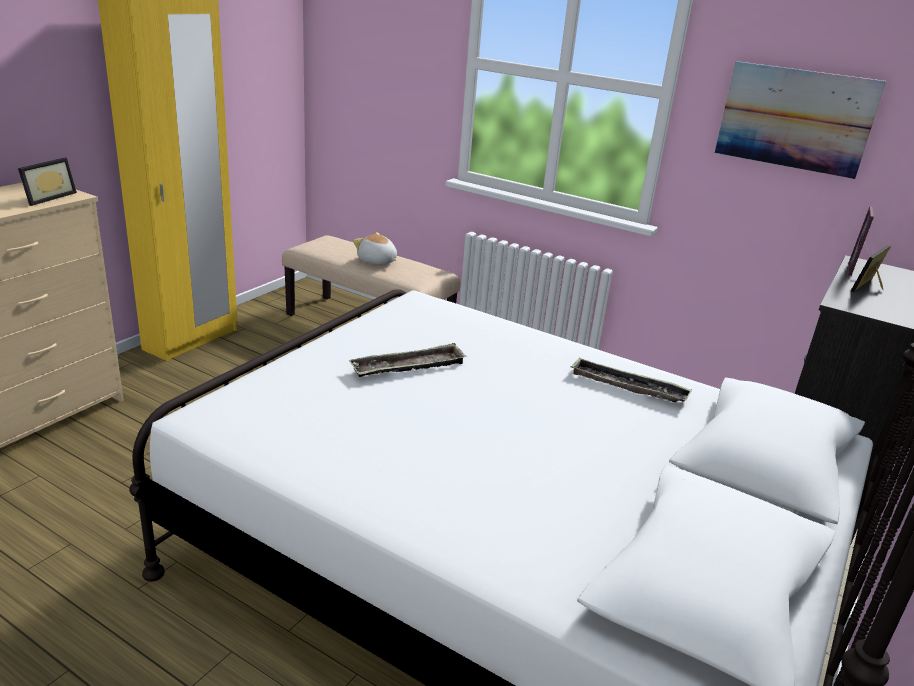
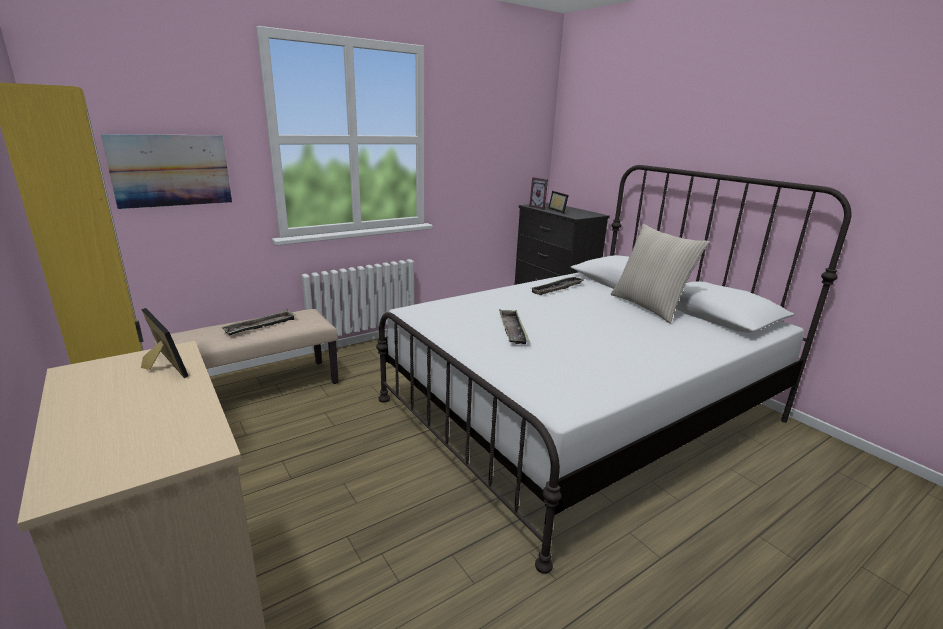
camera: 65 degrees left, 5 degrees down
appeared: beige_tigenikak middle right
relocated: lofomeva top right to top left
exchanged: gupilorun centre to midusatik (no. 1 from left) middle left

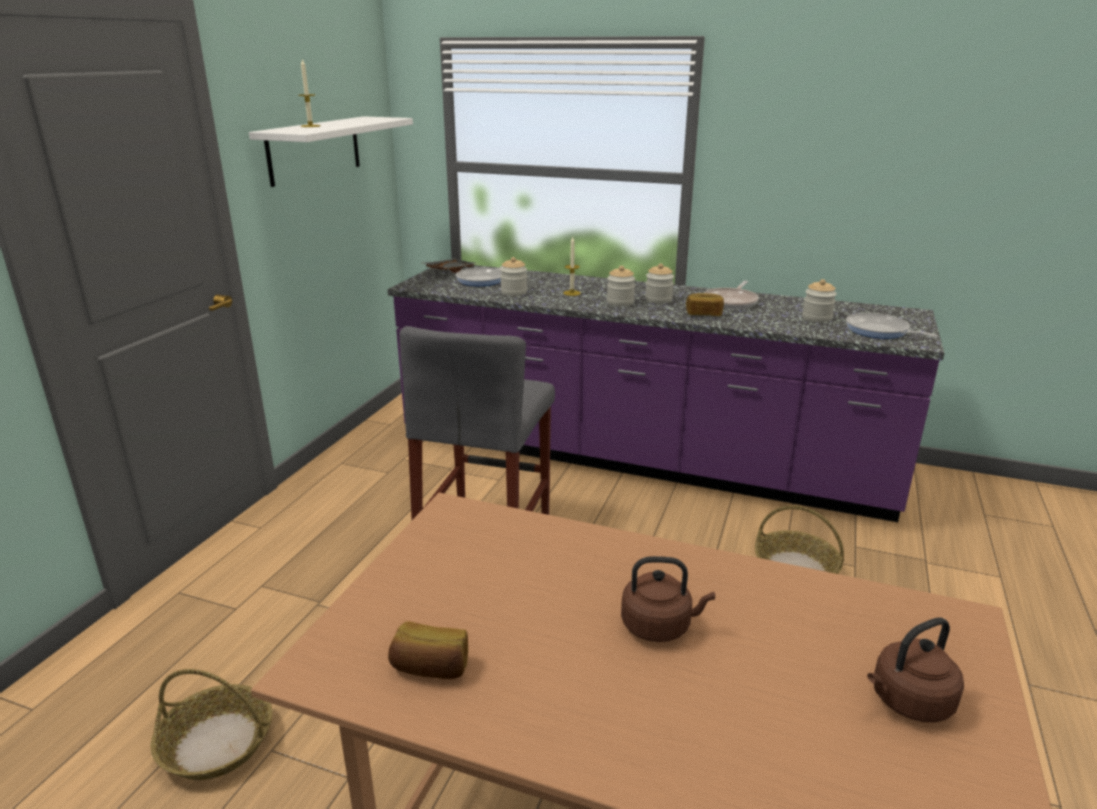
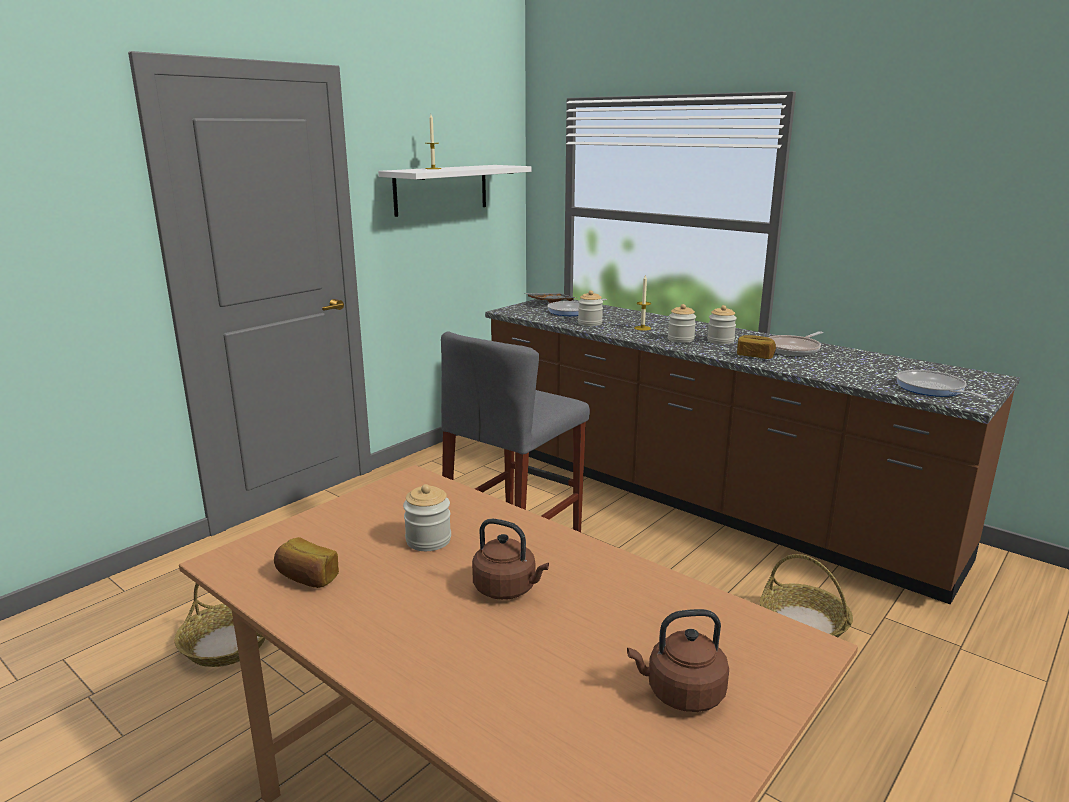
camera: 20 degrees right, 5 degrees down
relocated: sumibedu (no. 4 from left in the first image) middle right to sumibedu (no. 1 from left) centre
colour: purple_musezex centre to brown_musezex middle right

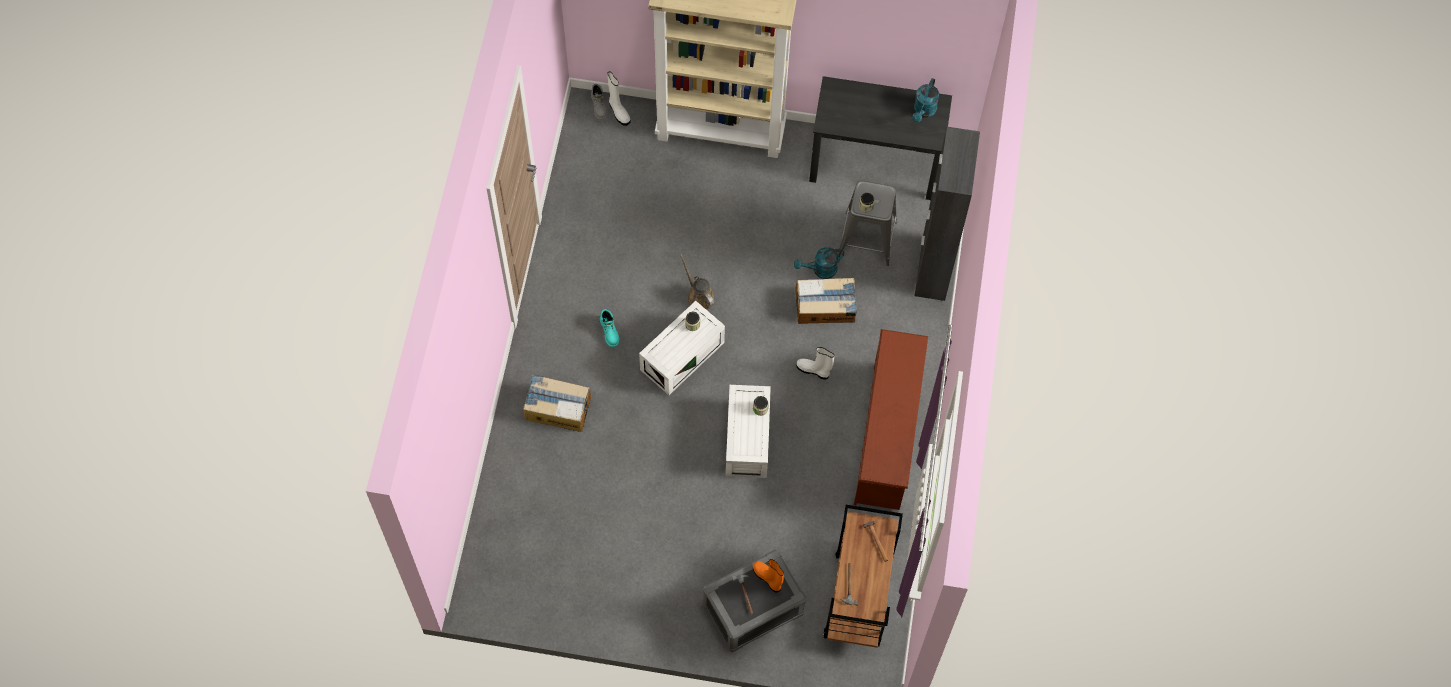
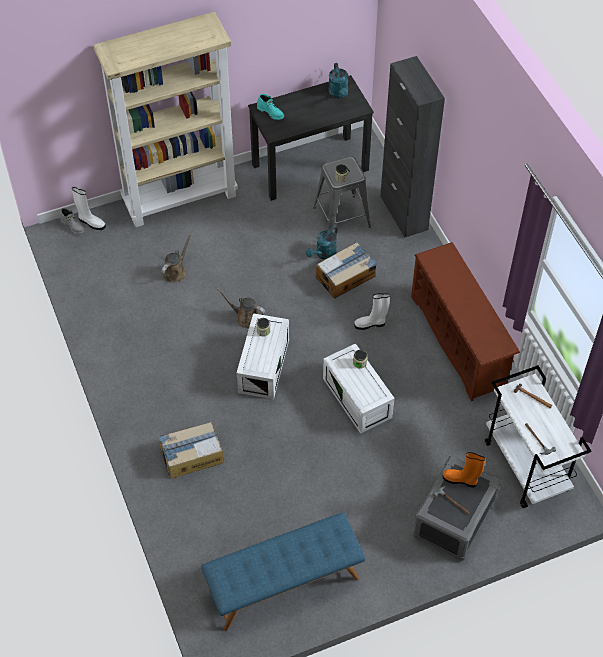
camera: 30 degrees left, 10 degrees down
appeared: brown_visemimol (no. 1 from left) middle left; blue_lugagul bottom centre
relocated: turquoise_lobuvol centre to top centre
colour: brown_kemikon bottom centre to white_kemikon middle right

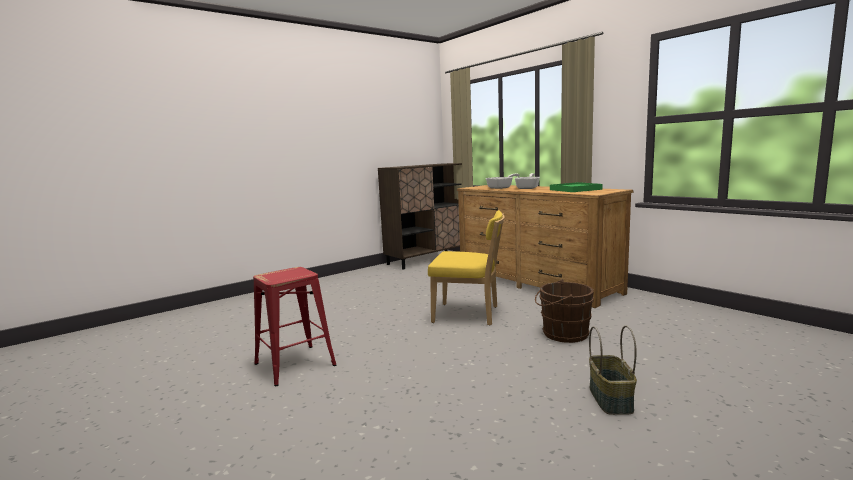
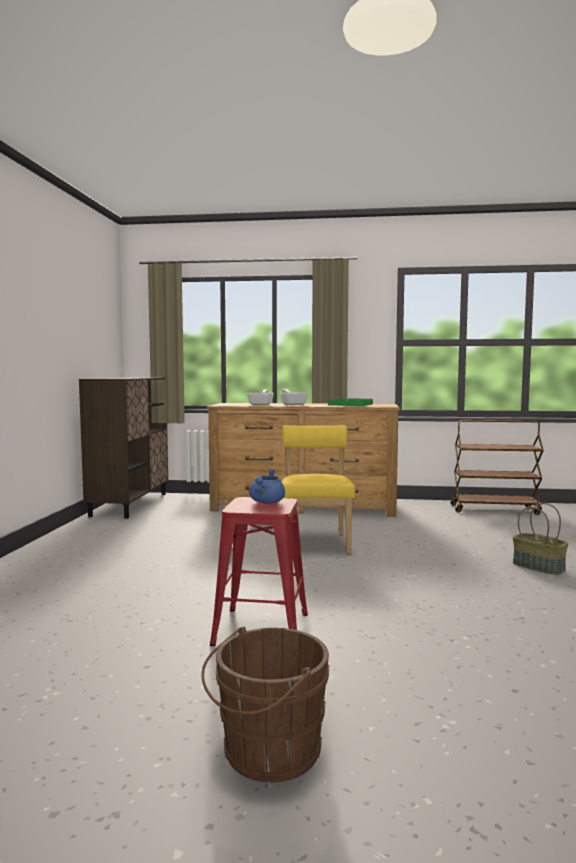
camera: 45 degrees left, 5 degrees down
appeared: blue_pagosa centre; brown_kemikon middle right
relocated: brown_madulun centre to bottom centre
spun: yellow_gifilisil centre = centre 60 degrees counterclockwise

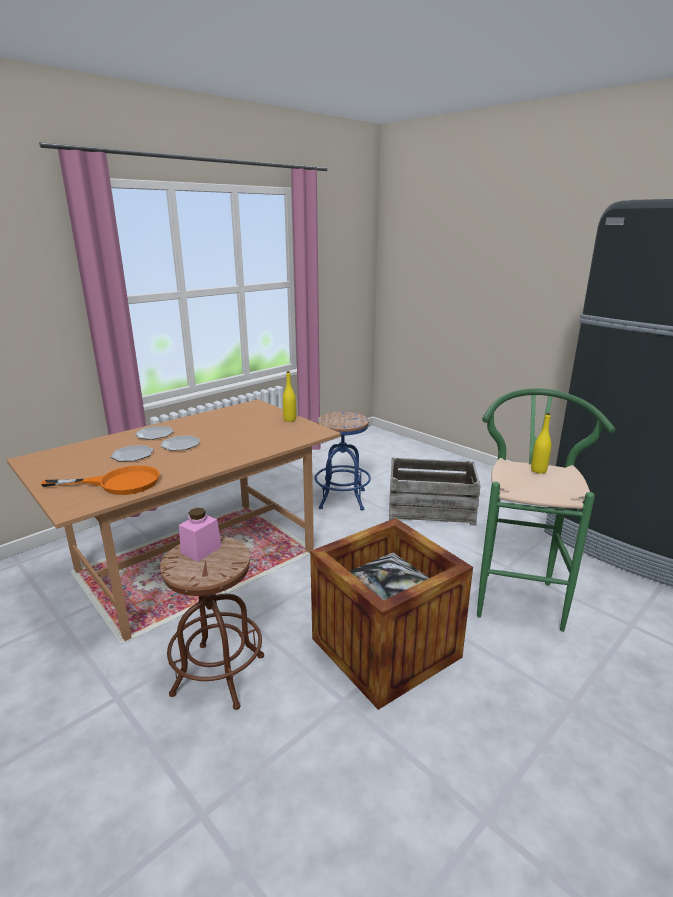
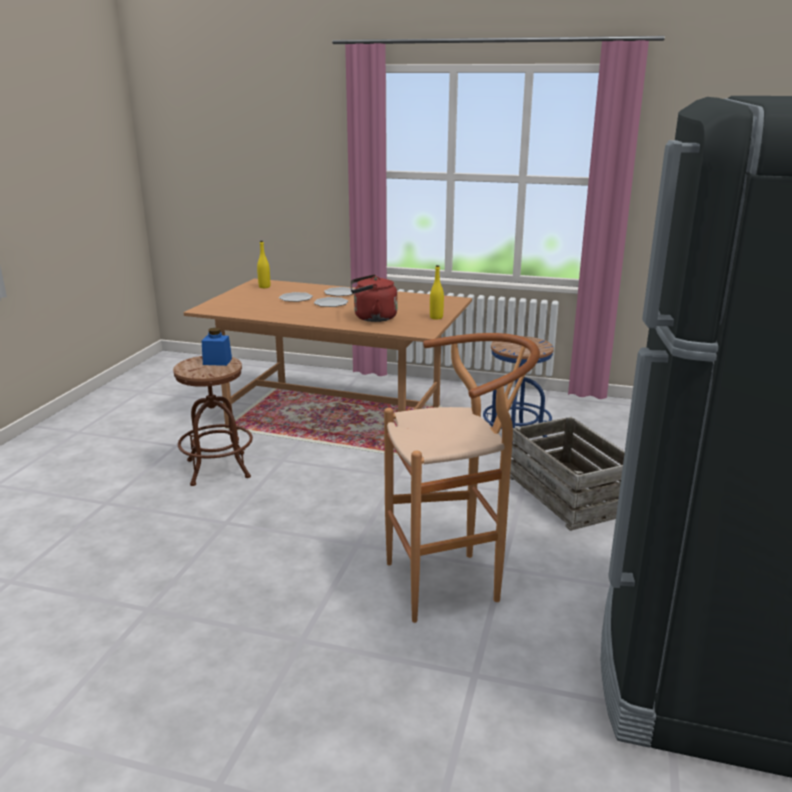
camera: 60 degrees right, 0 degrees up
missing: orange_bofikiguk middle left; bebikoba (no. 1 from left) bottom centre
appeared: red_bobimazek centre
relocated: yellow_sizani (no. 2 from left in the first image) middle right to yellow_sizani (no. 1 from left) middle left
colour: pink_sumibedu middle left to blue_sumibedu middle left; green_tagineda middle right to brown_tagineda (no. 2 from left) centre

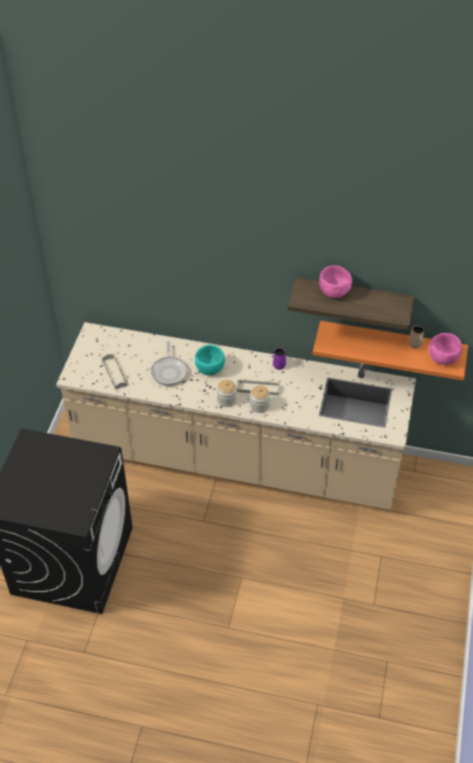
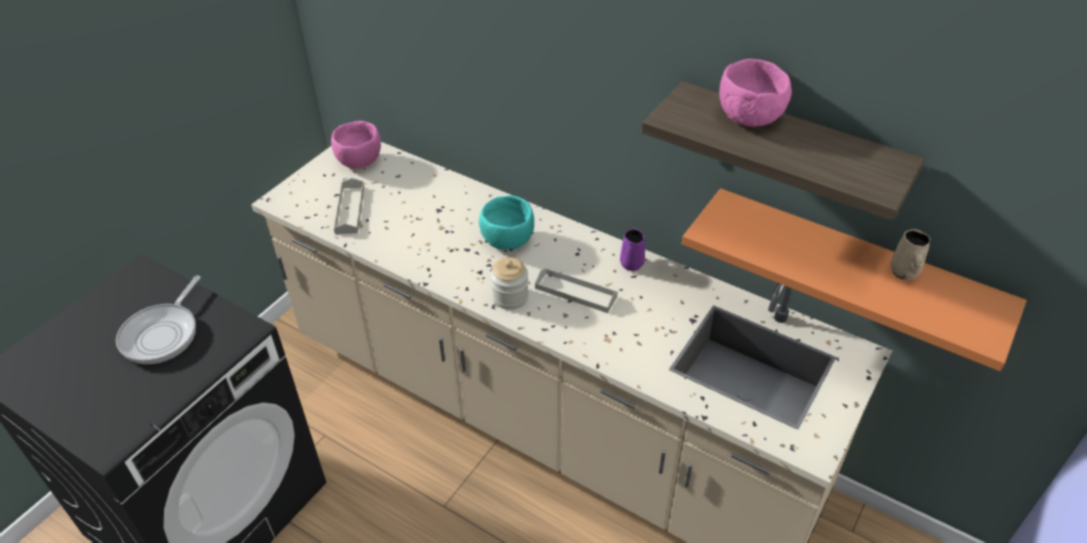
camera: 20 degrees right, 5 degrees down
missing: sumibedu (no. 2 from left) centre
relocated: bofikiguk centre to middle left; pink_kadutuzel (no. 2 from left in the first image) middle right to pink_kadutuzel (no. 1 from left) top left

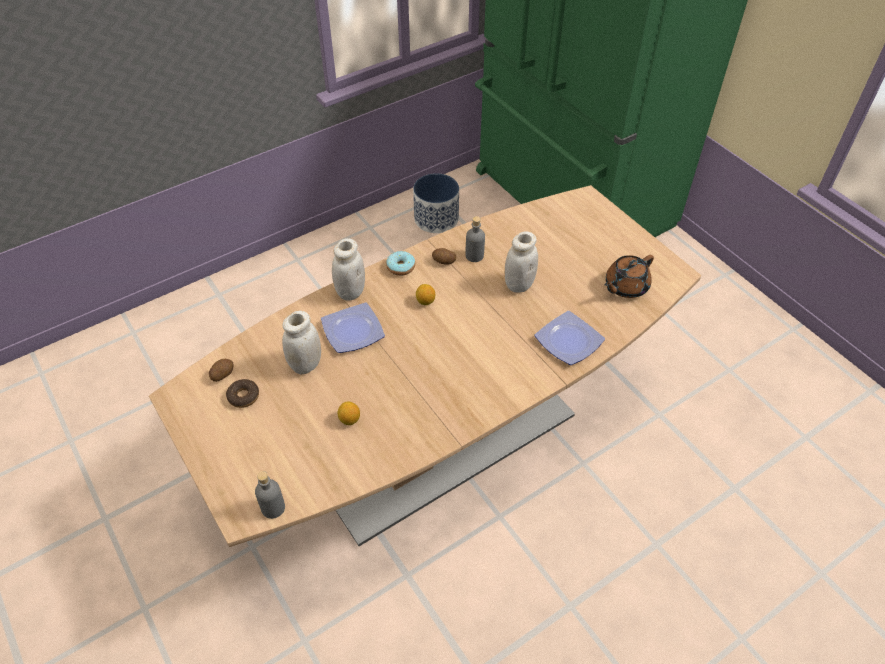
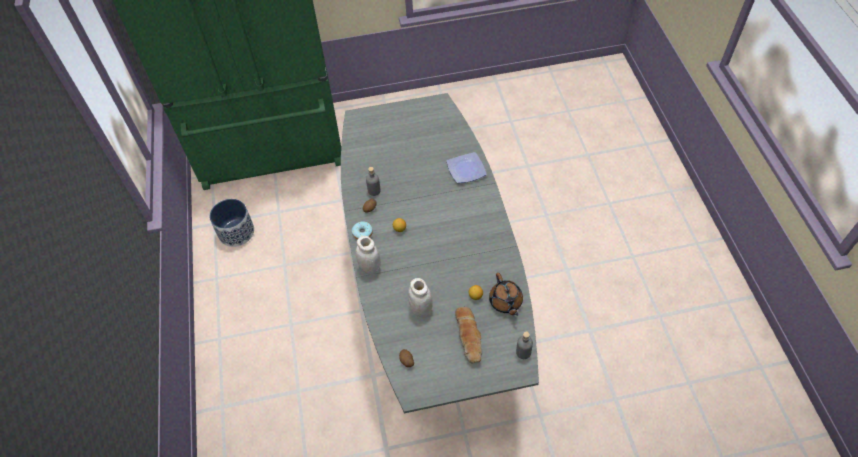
camera: 65 degrees left, 5 degrees up
missing: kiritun (no. 1 from left) middle left; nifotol (no. 1 from left) centre; white_sumibedu (no. 3 from left) centre
appeared: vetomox bottom centre
relocated: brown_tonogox middle right to centre
colour: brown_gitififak centre to grey_gitififak centre

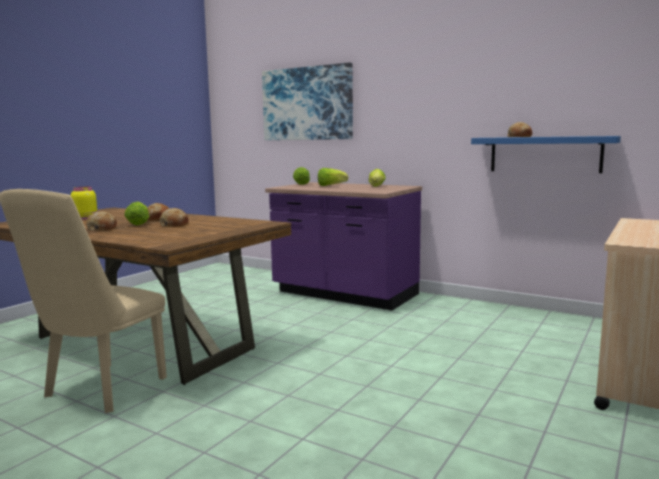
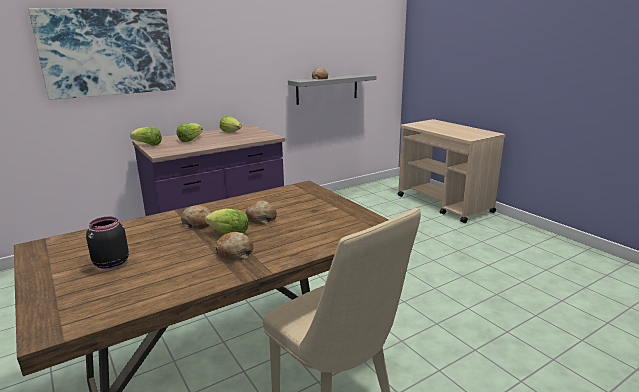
camera: 65 degrees left, 10 degrees up
colour: yellow_sumibedu middle left to black_sumibedu middle left; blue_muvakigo top right to grey_muvakigo top centre

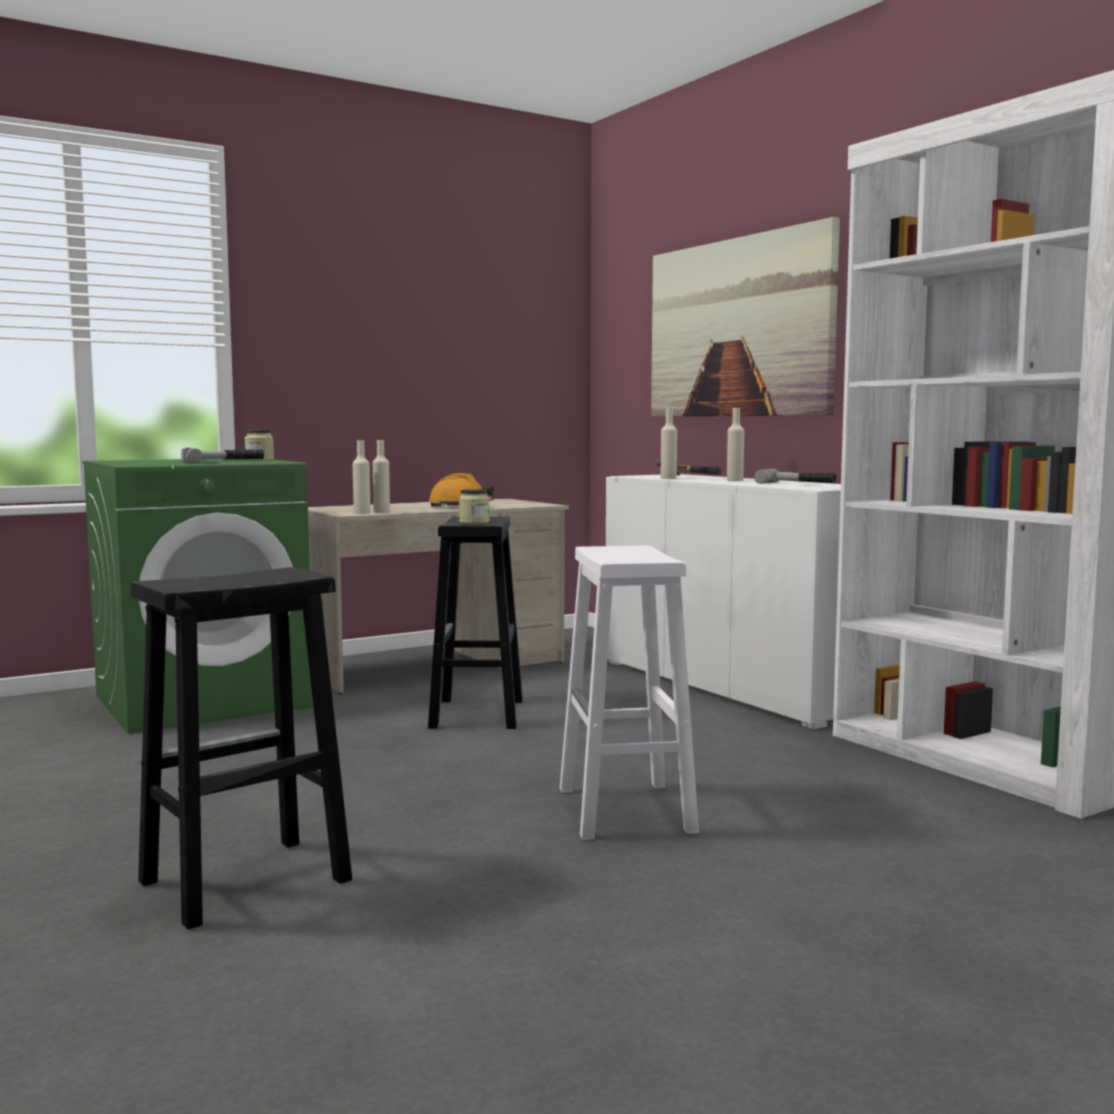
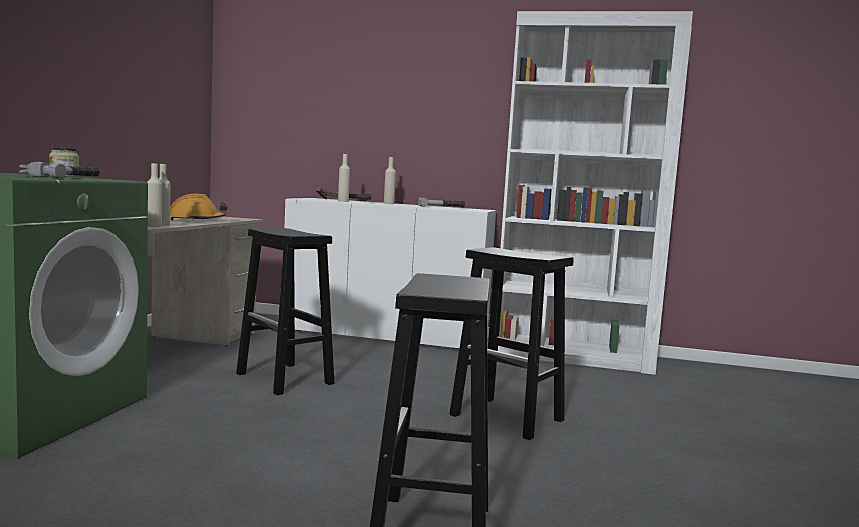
camera: 45 degrees left, 0 degrees up
missing: sumibedu (no. 2 from left) centre; lofomeva top right
colour: white_tagineda centre to black_tagineda (no. 3 from left) centre

